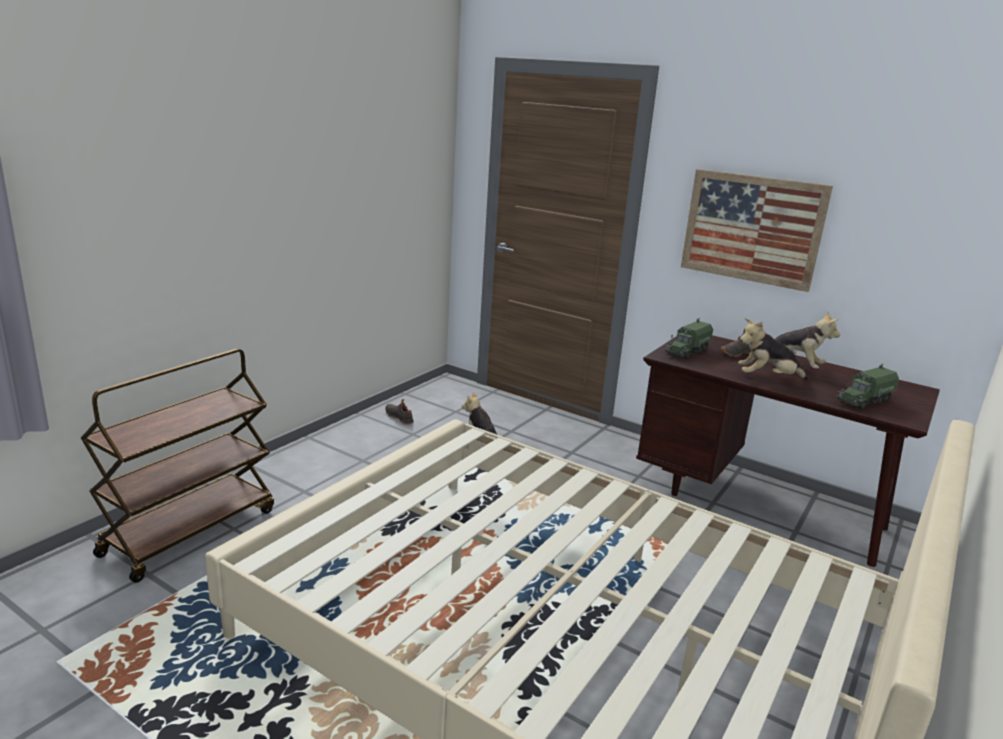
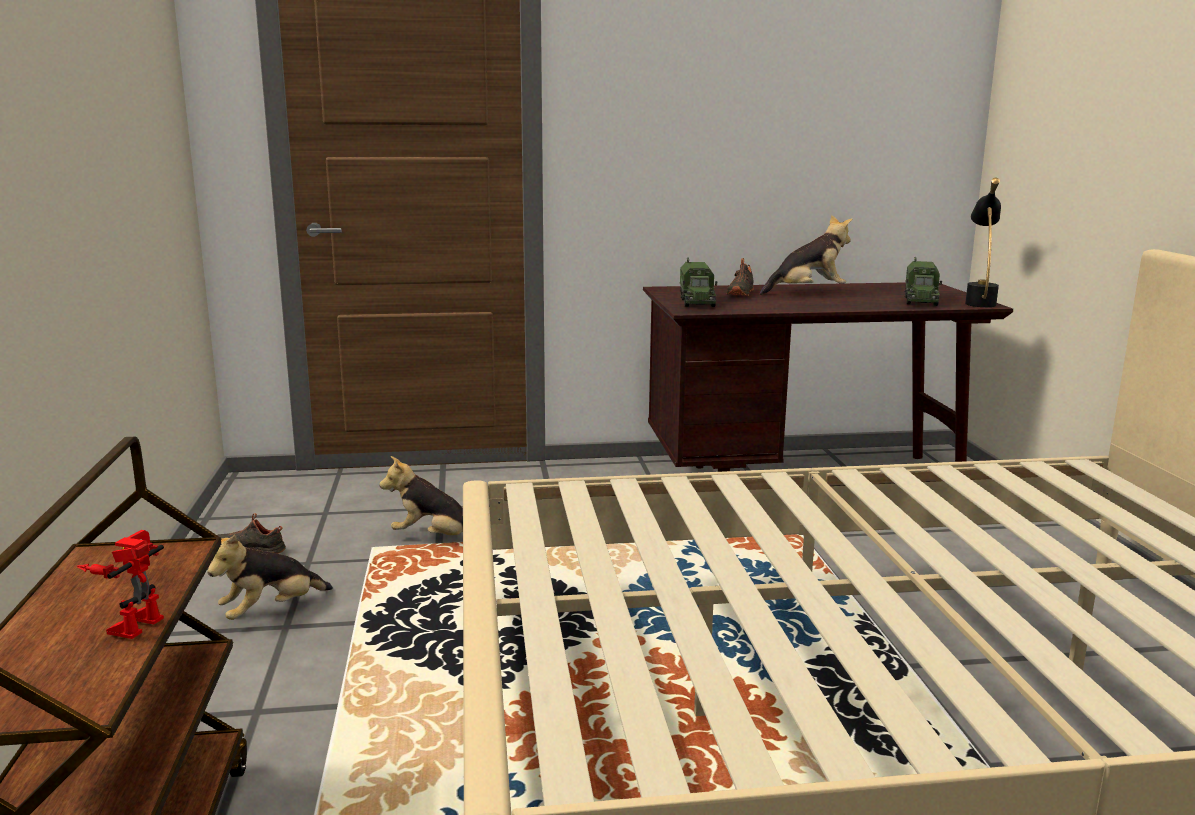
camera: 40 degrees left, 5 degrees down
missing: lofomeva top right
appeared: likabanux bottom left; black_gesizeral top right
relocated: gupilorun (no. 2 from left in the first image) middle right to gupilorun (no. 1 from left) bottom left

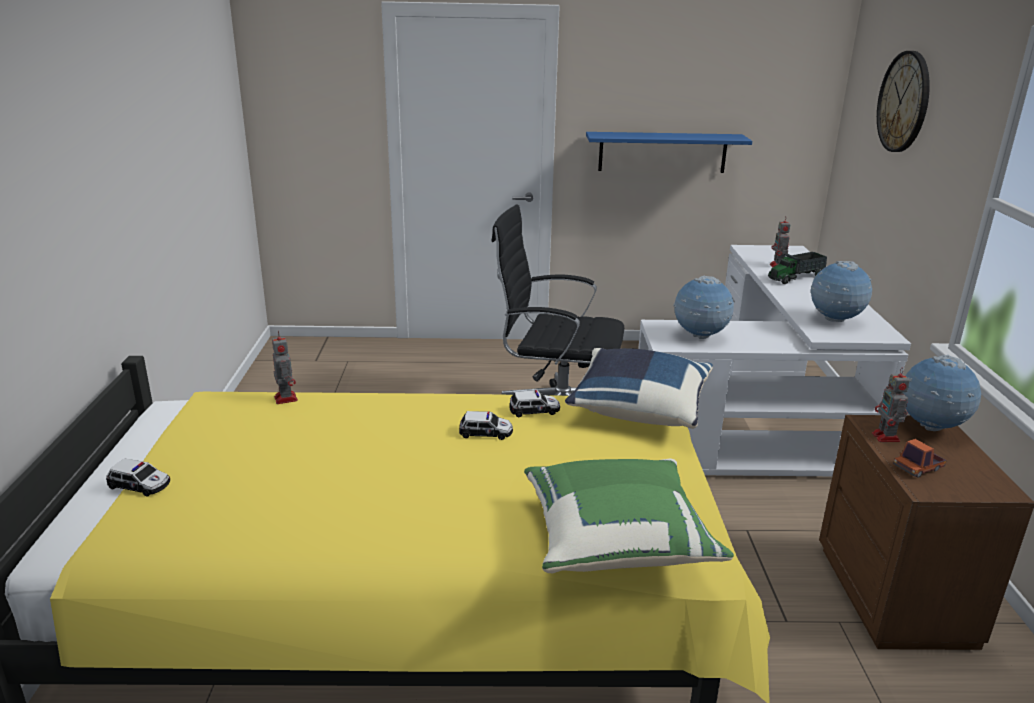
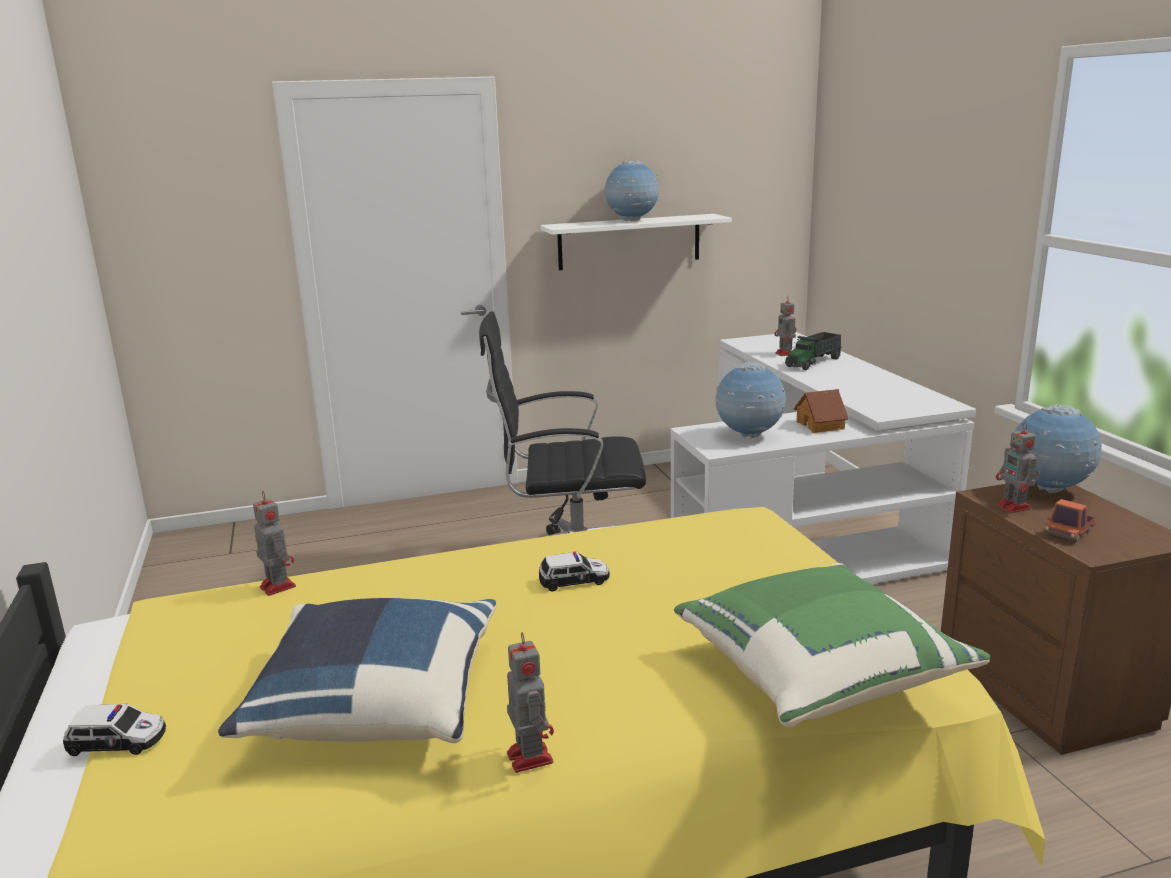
camera: 15 degrees left, 5 degrees down
missing: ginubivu (no. 3 from left) centre; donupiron top right
appeared: likabanux (no. 2 from left) bottom centre; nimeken middle right
relocated: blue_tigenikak centre to bottom left; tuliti (no. 2 from left in the first image) middle right to tuliti (no. 1 from left) top centre
colour: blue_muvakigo top centre to white_muvakigo top centre

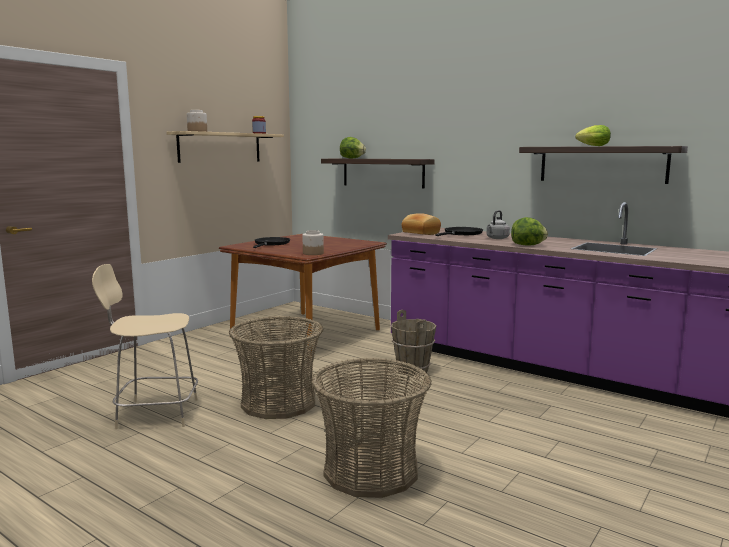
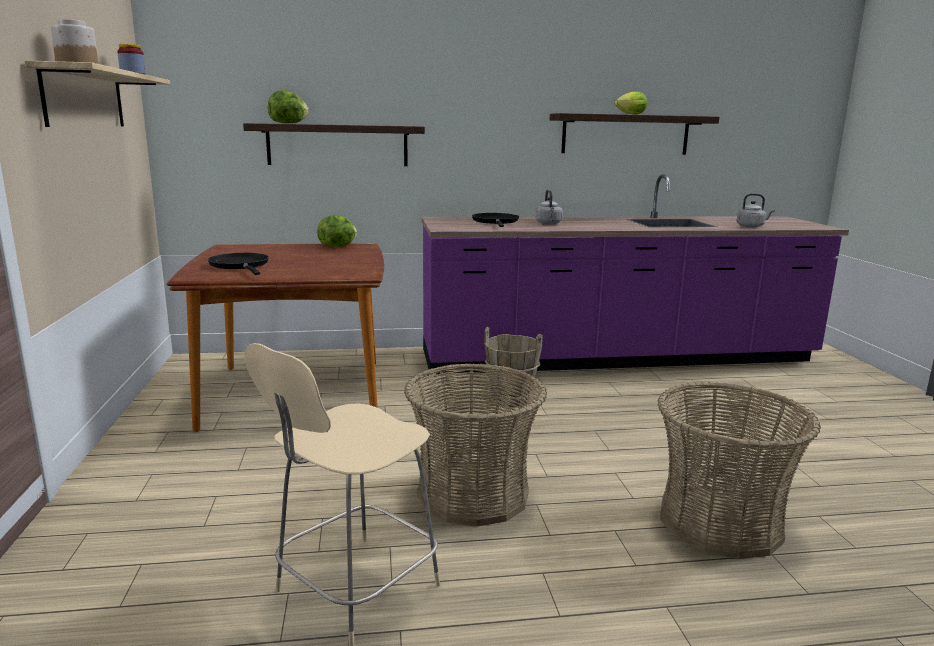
camera: 45 degrees left, 5 degrees up
missing: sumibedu (no. 3 from left) centre; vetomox centre
appeared: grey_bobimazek (no. 2 from left) top right
relocated: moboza (no. 2 from left) middle right to centre

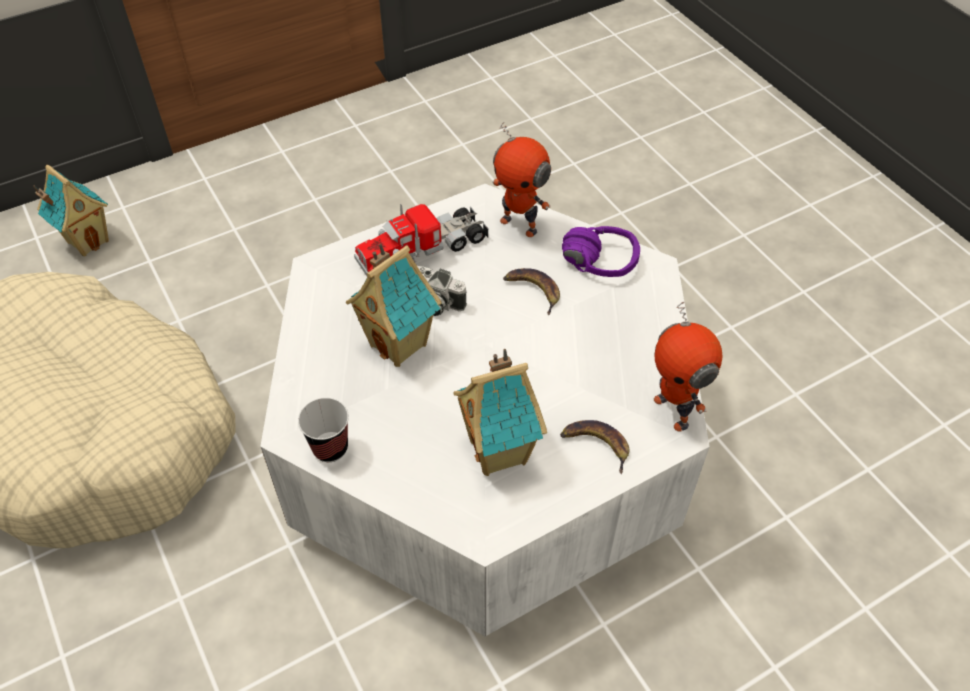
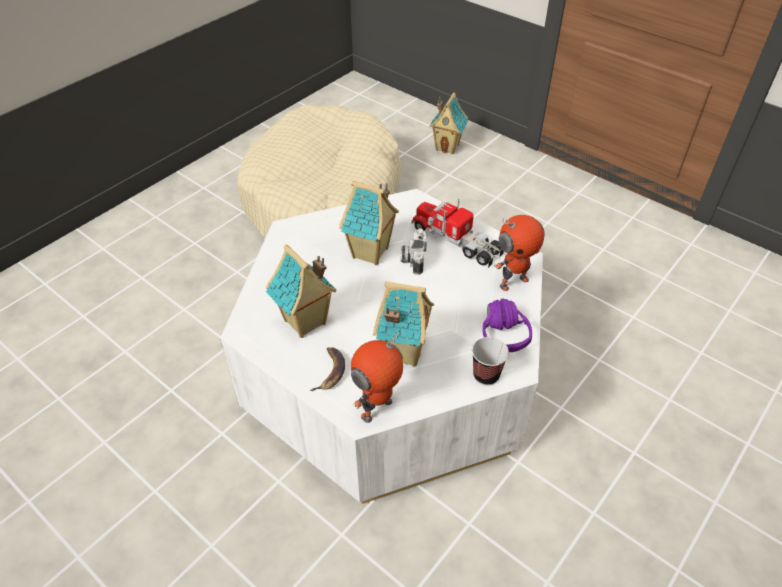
camera: 70 degrees right, 5 degrees down
missing: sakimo (no. 1 from left) centre
appeared: nimeken (no. 3 from left) centre
relocated: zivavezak middle left to centre
spun: likabanux (no. 1 from left in the first image) top centre = centre 135 degrees counterclockwise

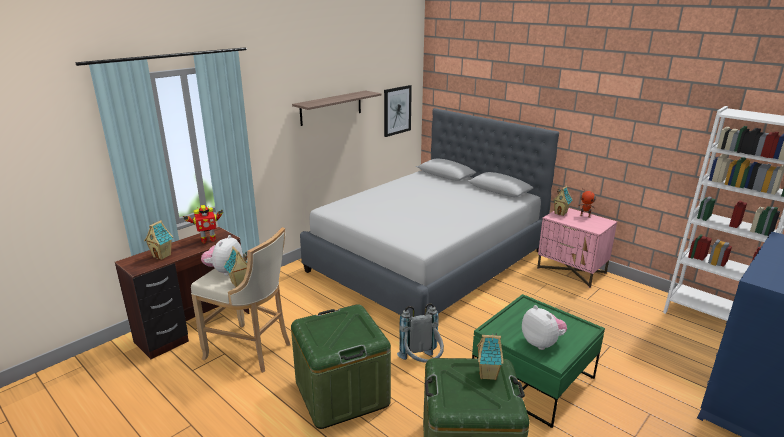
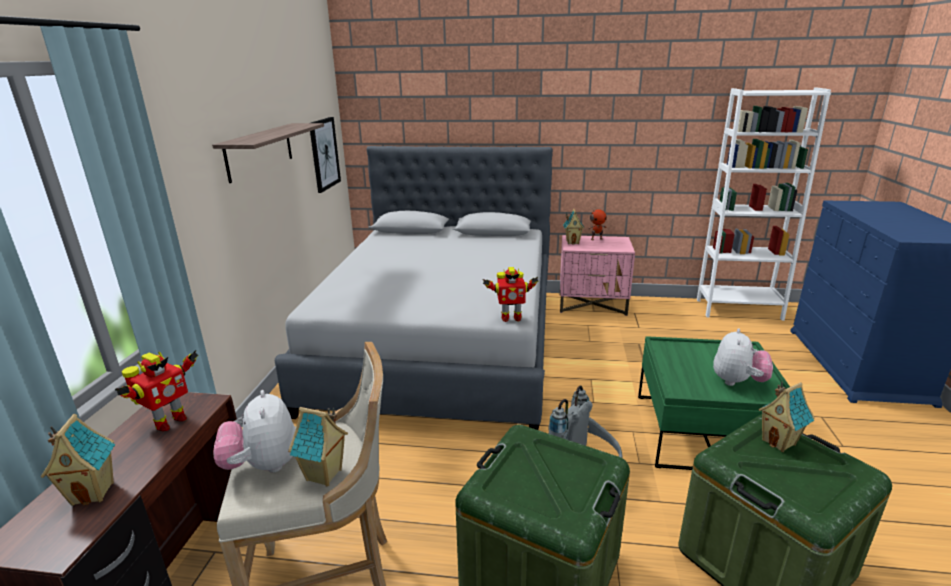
camera: 35 degrees left, 0 degrees up
appeared: likabanux (no. 2 from left) centre
spun: gupilorun (no. 2 from left) bottom right = middle right 90 degrees clockwise

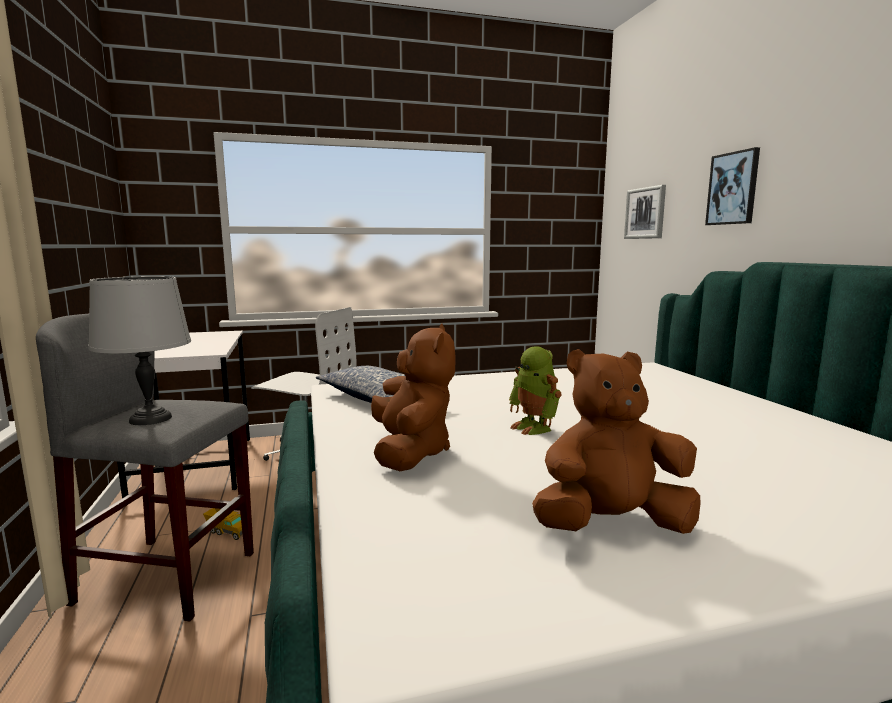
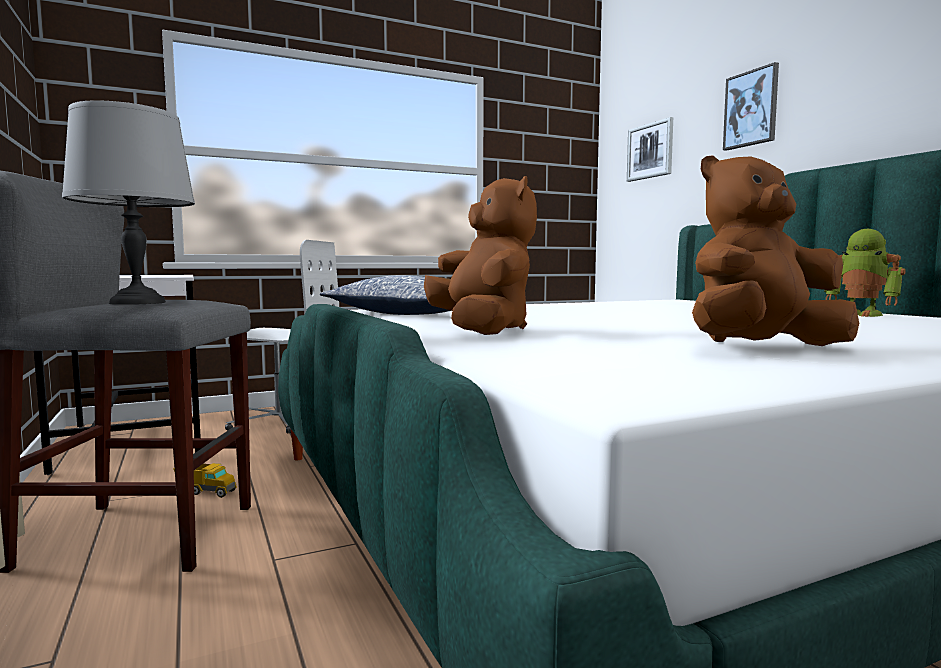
camera: 10 degrees left, 5 degrees down
relocated: likabanux centre to middle right

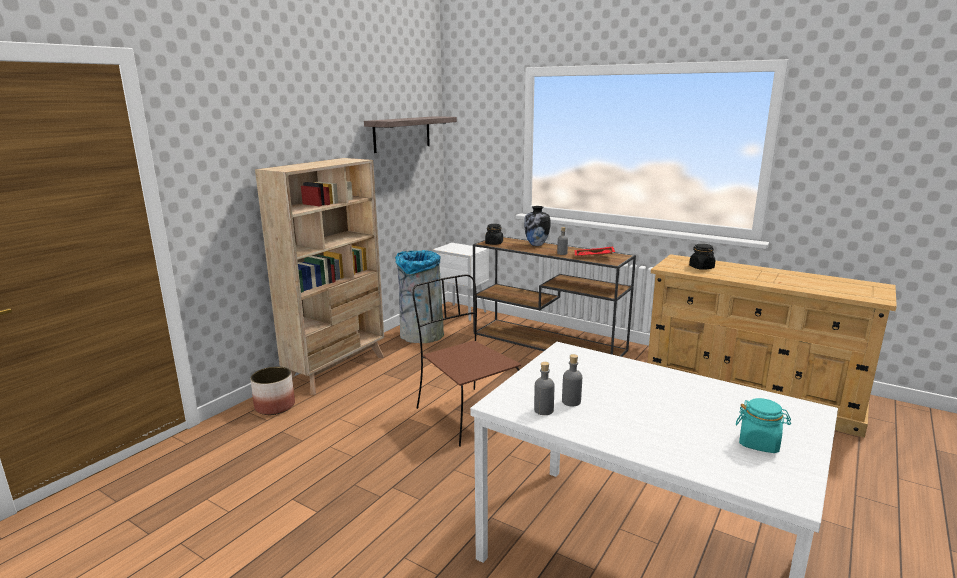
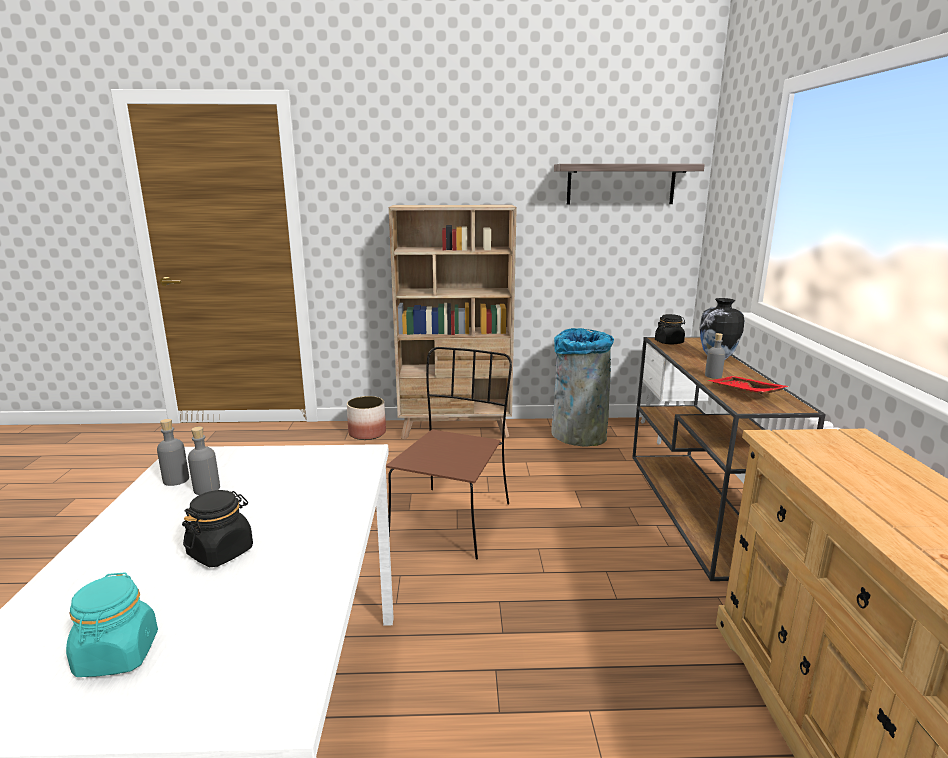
camera: 55 degrees right, 0 degrees up
relocated: black_sumibedu (no. 2 from left in the first image) middle right to black_sumibedu (no. 1 from left) bottom left

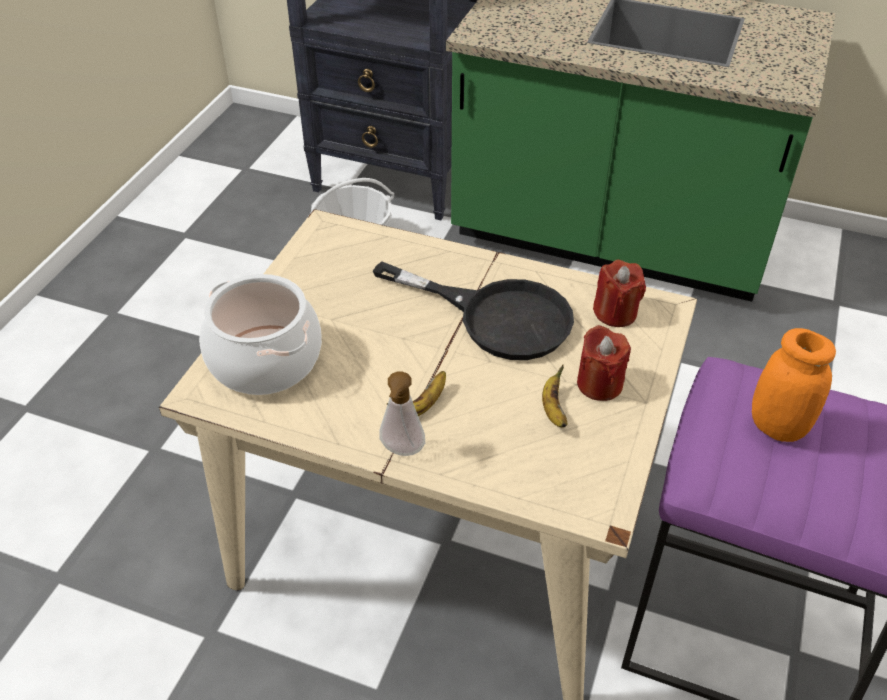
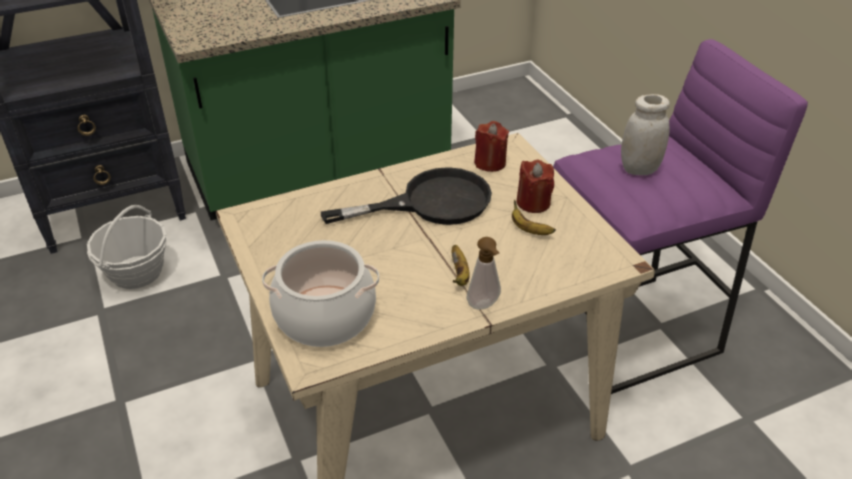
camera: 45 degrees left, 5 degrees down
colour: orange_sumibedu middle right to white_sumibedu top right

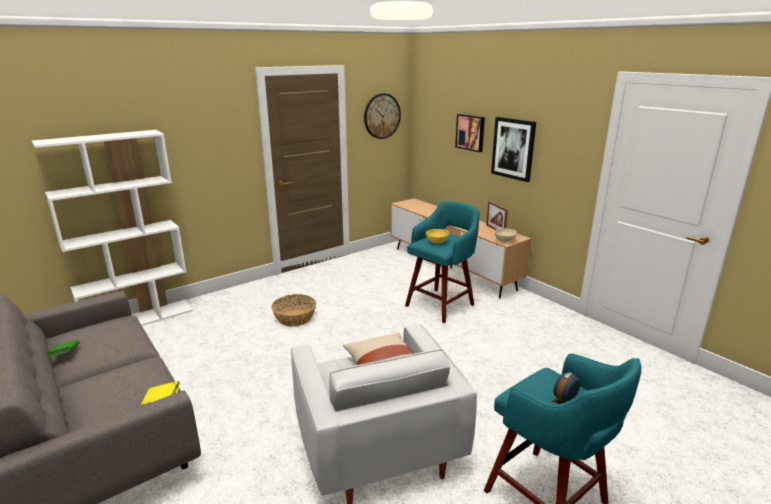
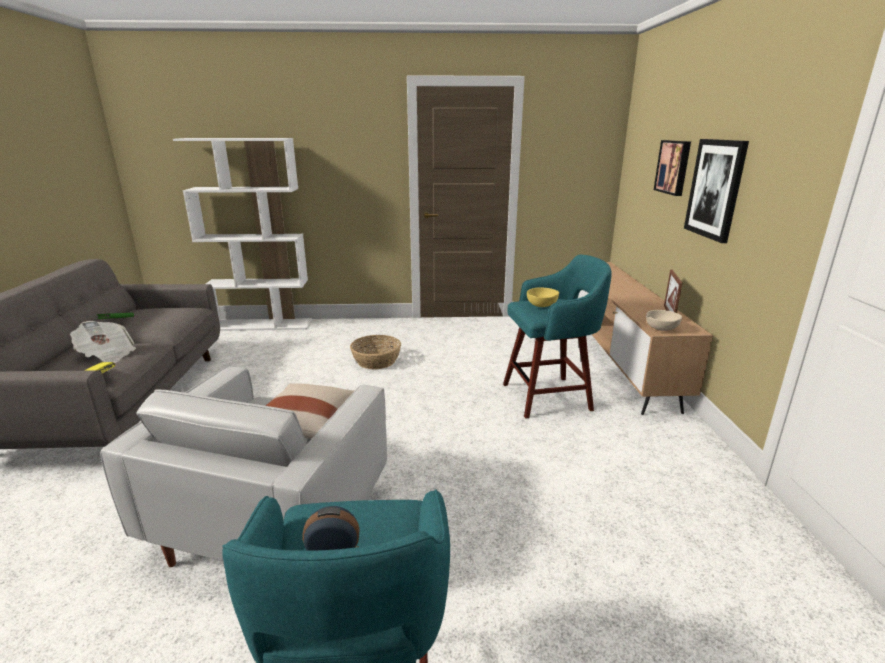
camera: 35 degrees right, 0 degrees up
missing: donupiron top centre
appeared: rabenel middle left

